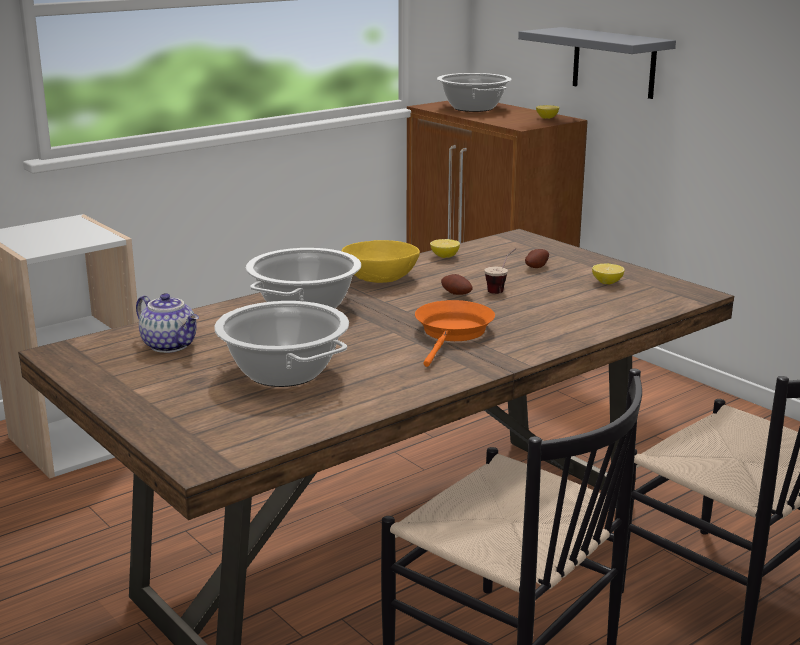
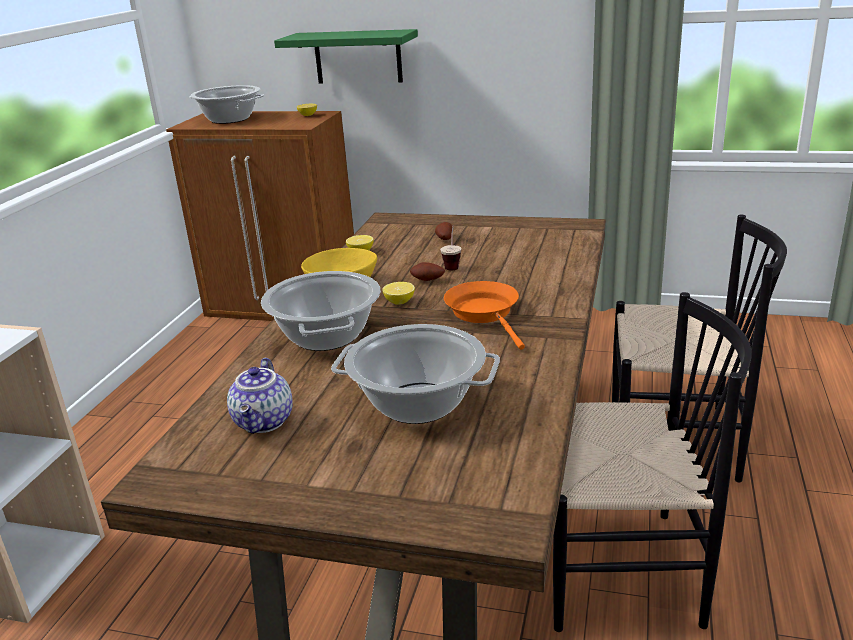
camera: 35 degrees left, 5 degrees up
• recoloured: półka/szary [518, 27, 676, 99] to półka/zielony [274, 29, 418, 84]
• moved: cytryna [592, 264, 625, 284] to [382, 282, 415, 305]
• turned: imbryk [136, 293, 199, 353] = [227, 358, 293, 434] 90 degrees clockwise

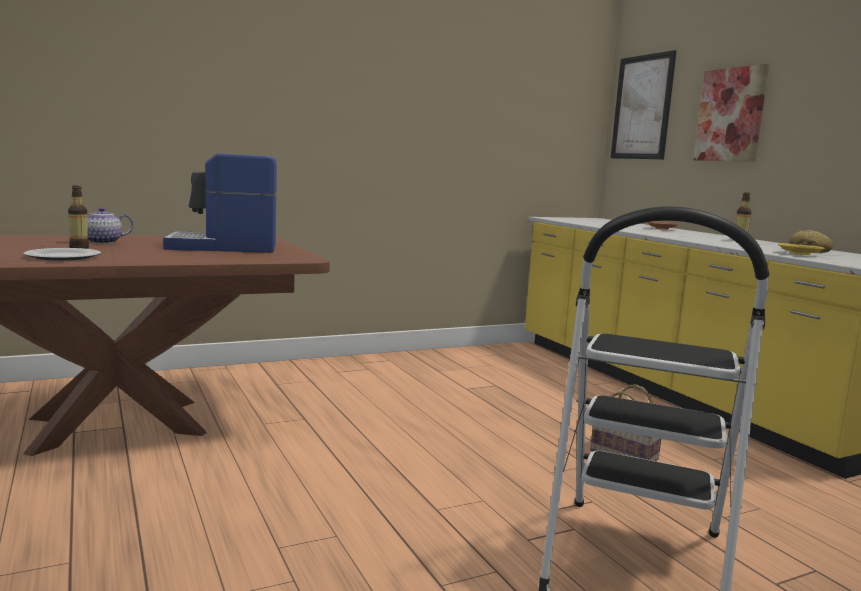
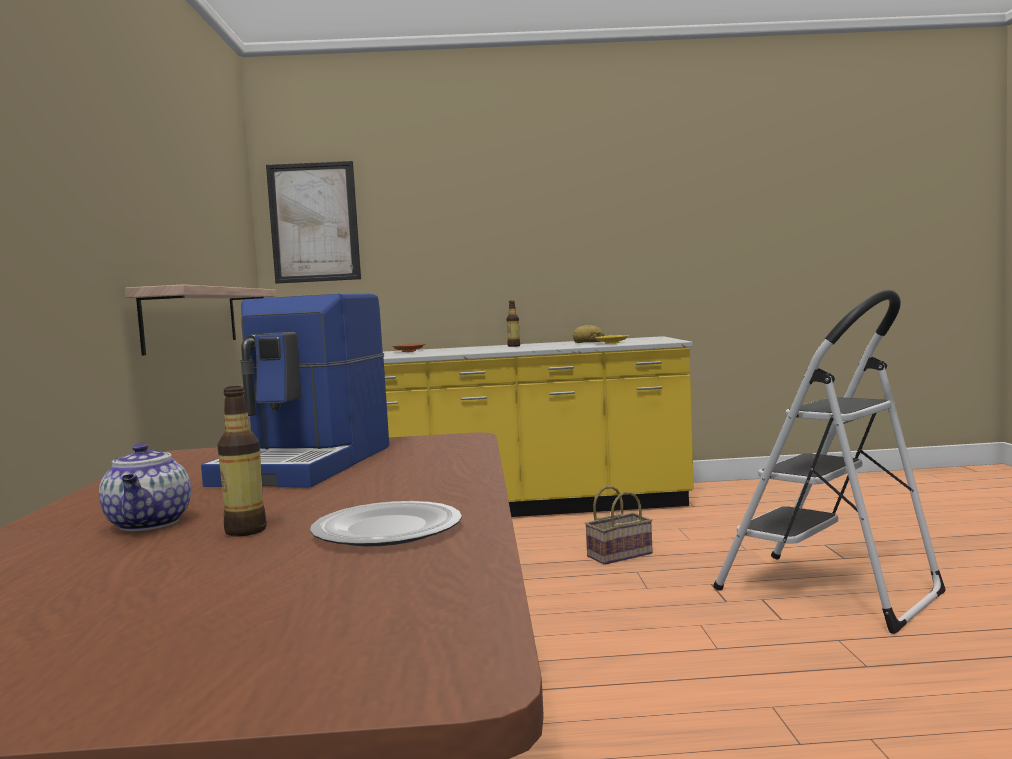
camera: 65 degrees left, 5 degrees down
• removed: obraz [694, 64, 769, 162]
• added: półka [125, 285, 276, 356]

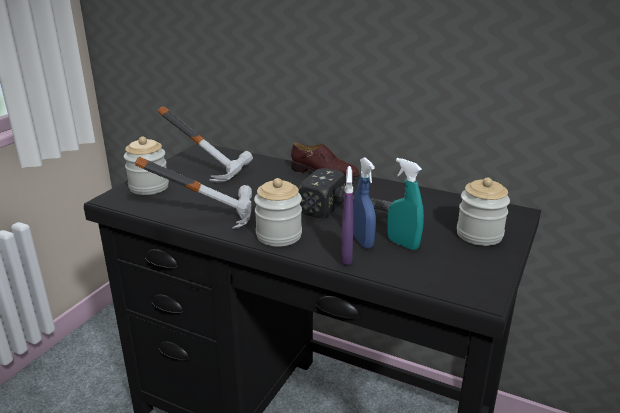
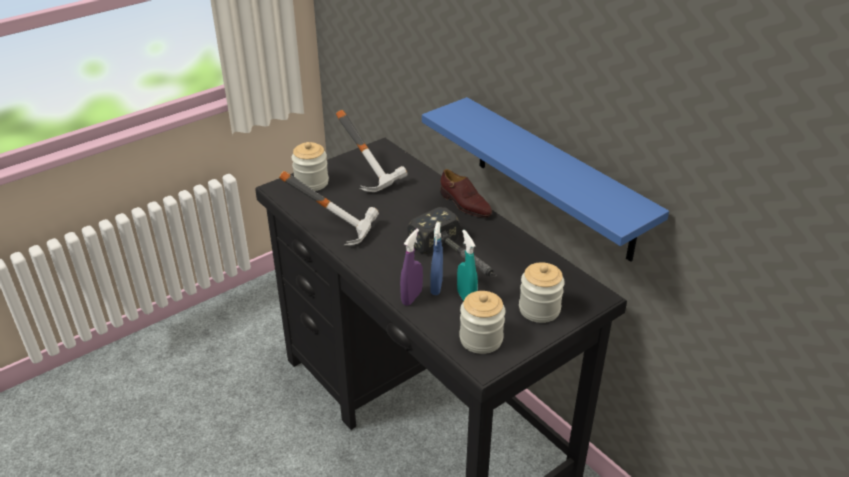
camera: 25 degrees right, 10 degrees up
• moved: słoik [254, 178, 302, 247] to [459, 291, 505, 354]
• added: półka/niebieski [422, 97, 669, 262]

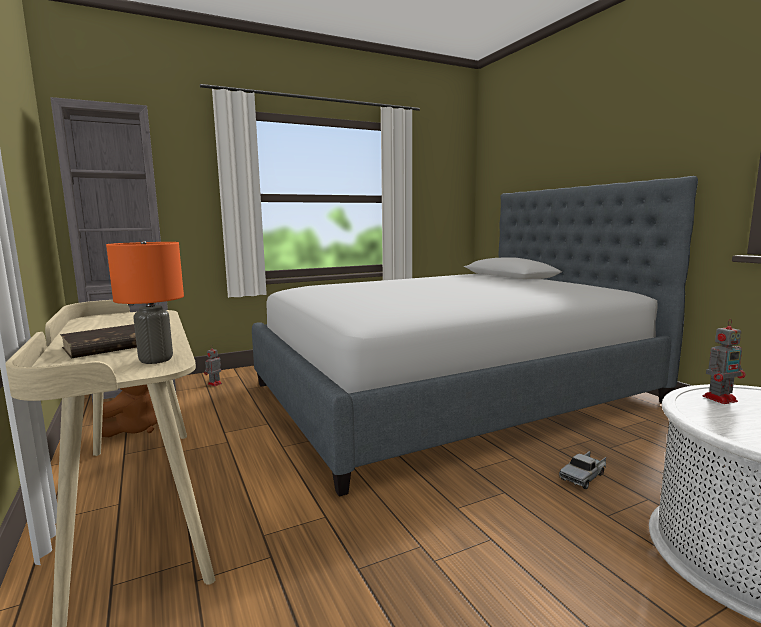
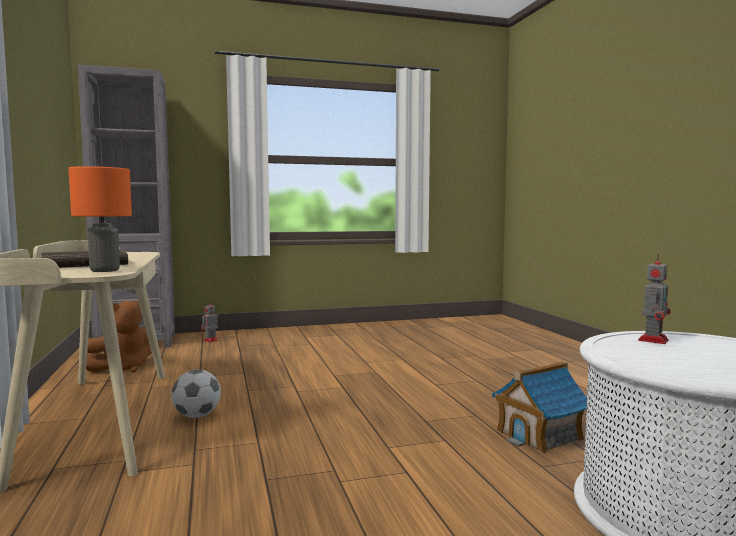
camera: 10 degrees right, 5 degrees down
• removed: łóżko [252, 176, 698, 497]
• turned: robot zabawkowy [703, 319, 746, 404] = [638, 253, 671, 344] 45 degrees counterclockwise
• replaced: ciężarówka zabawkowa [559, 451, 606, 489] to domek [492, 362, 587, 453]
• added: piłka futbolowa [171, 370, 221, 418]

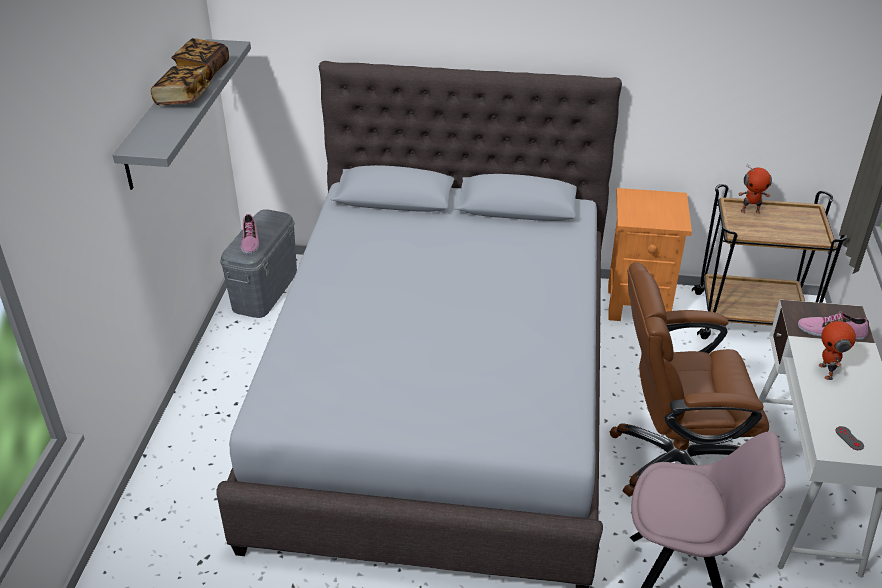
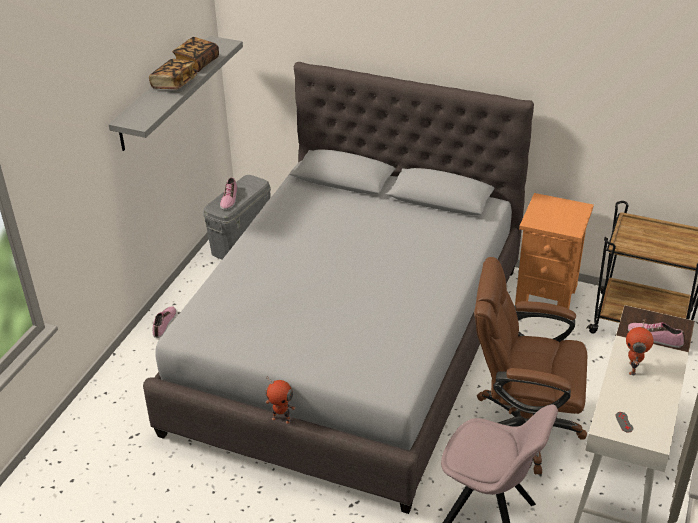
camera: 15 degrees right, 0 degrees up
• moved: robot zabawkowy [738, 165, 772, 214] to [265, 377, 296, 424]
• added: but [153, 307, 177, 338]

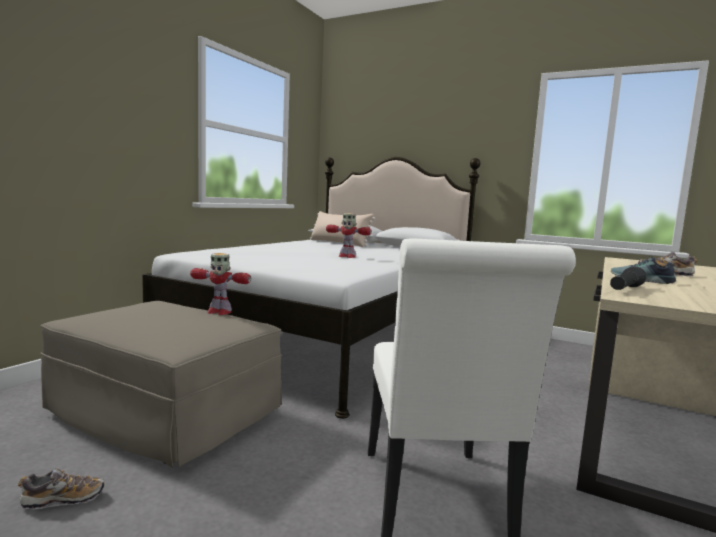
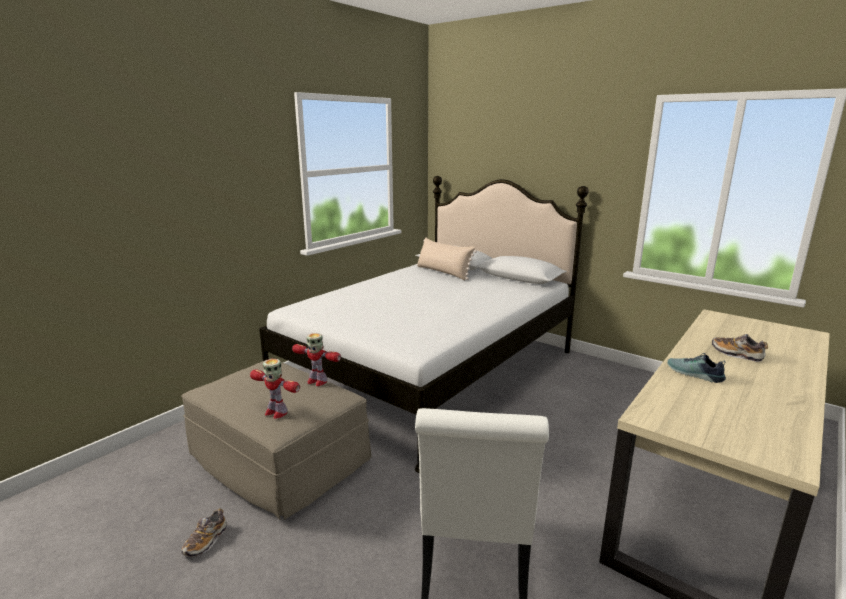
camera: 10 degrees right, 10 degrees up
• moved: robot zabawkowy [326, 213, 372, 258] to [250, 359, 300, 419]
• removed: latarka/czarny [610, 266, 647, 290]
• turned: but [18, 468, 105, 509] = [181, 508, 228, 557] 120 degrees clockwise

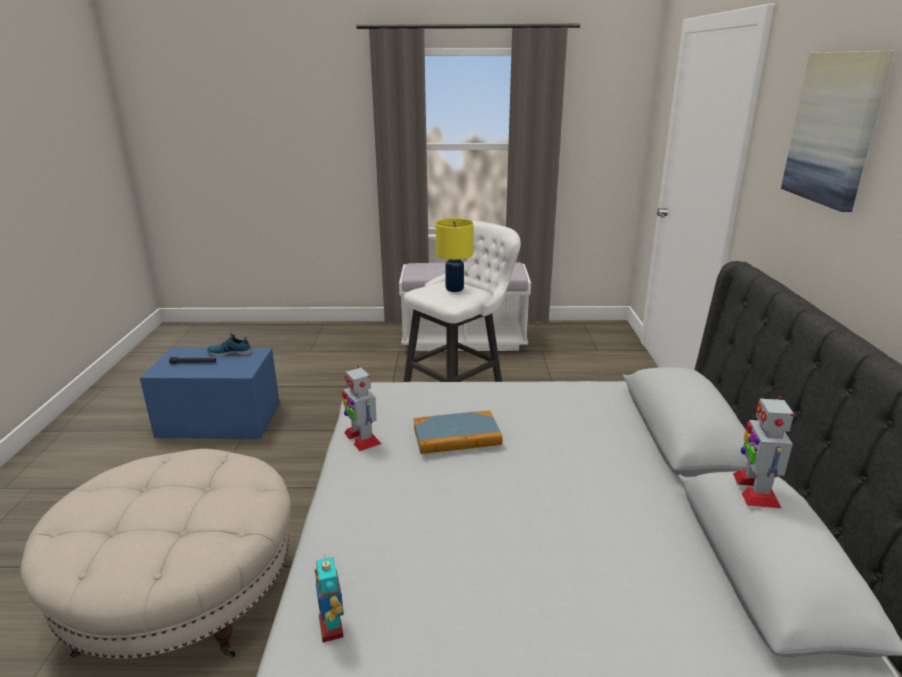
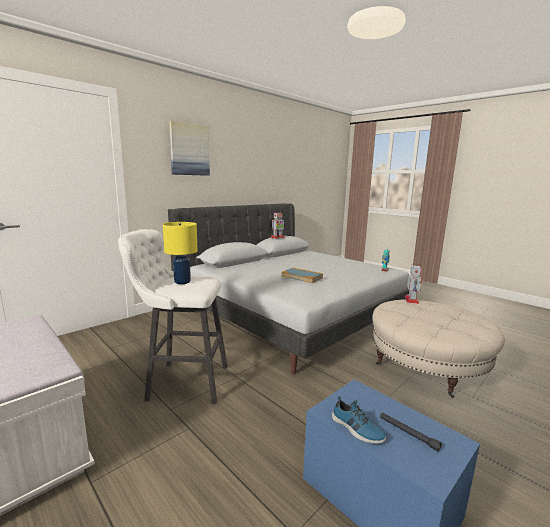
camera: 135 degrees left, 10 degrees down
• moved: robot zabawkowy [342, 365, 381, 451] to [405, 264, 422, 304]

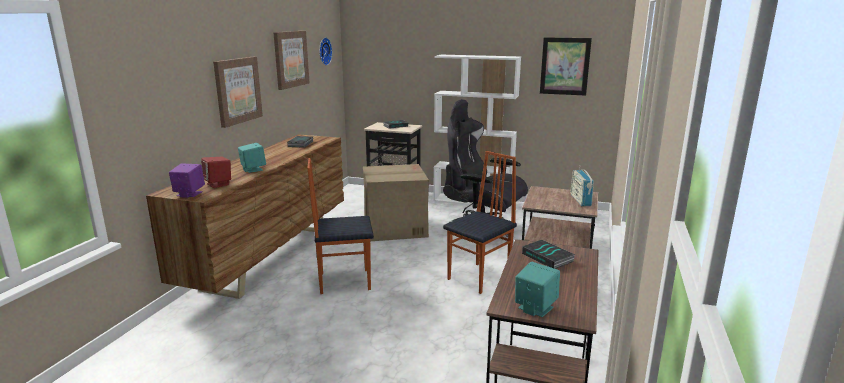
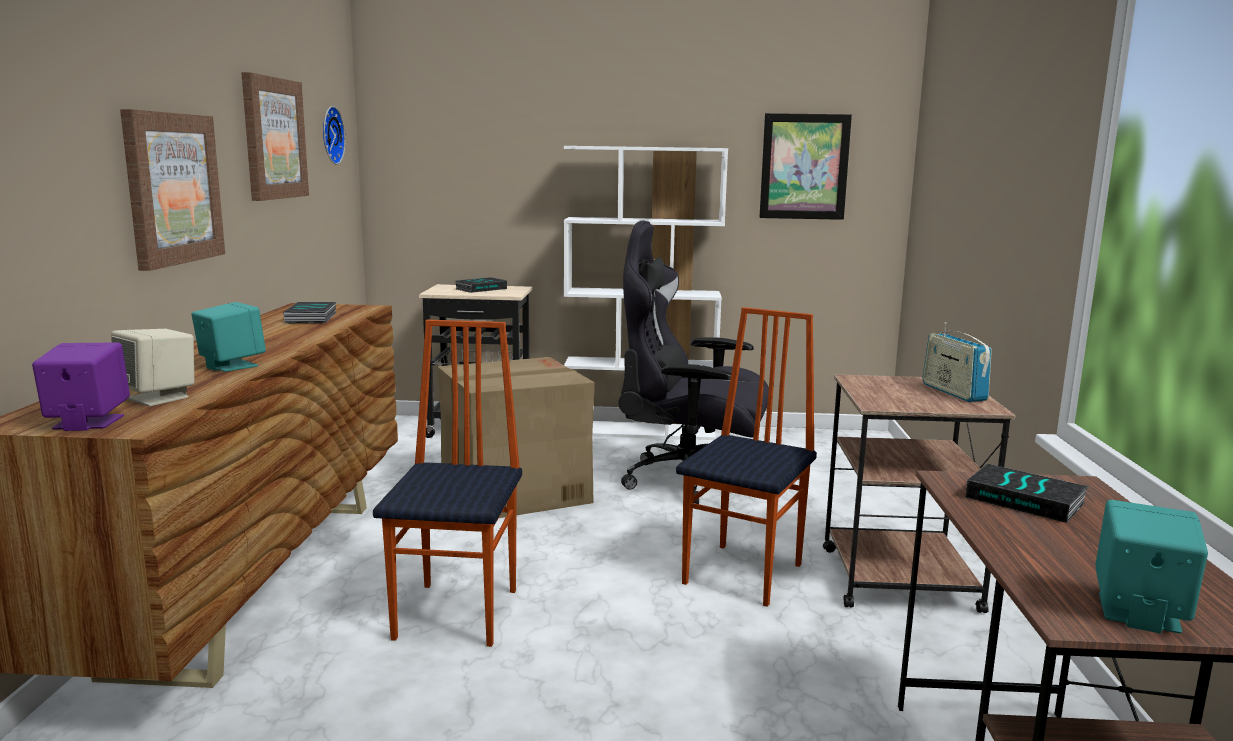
camera: 15 degrees left, 5 degrees down
• recoloured: głośnik/czerwony [201, 157, 231, 188] to głośnik/beżowy [111, 329, 194, 406]
• turned: krzesło [307, 158, 374, 294] = [373, 320, 522, 647] 120 degrees clockwise

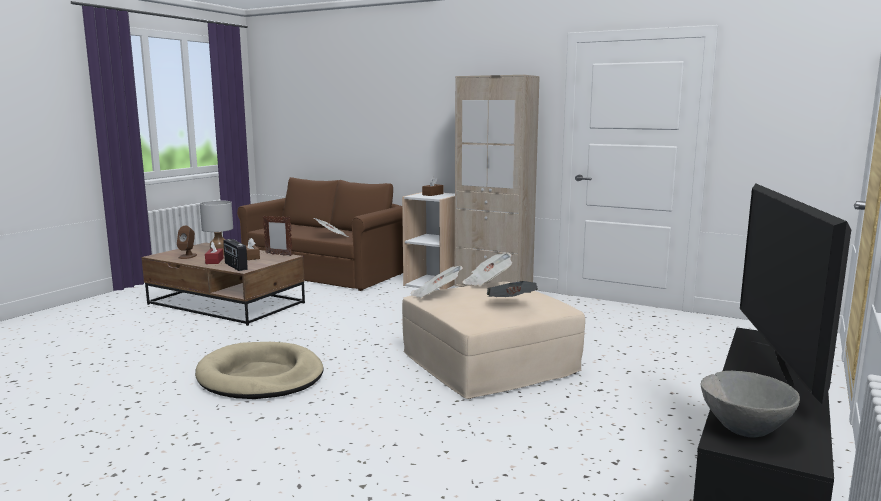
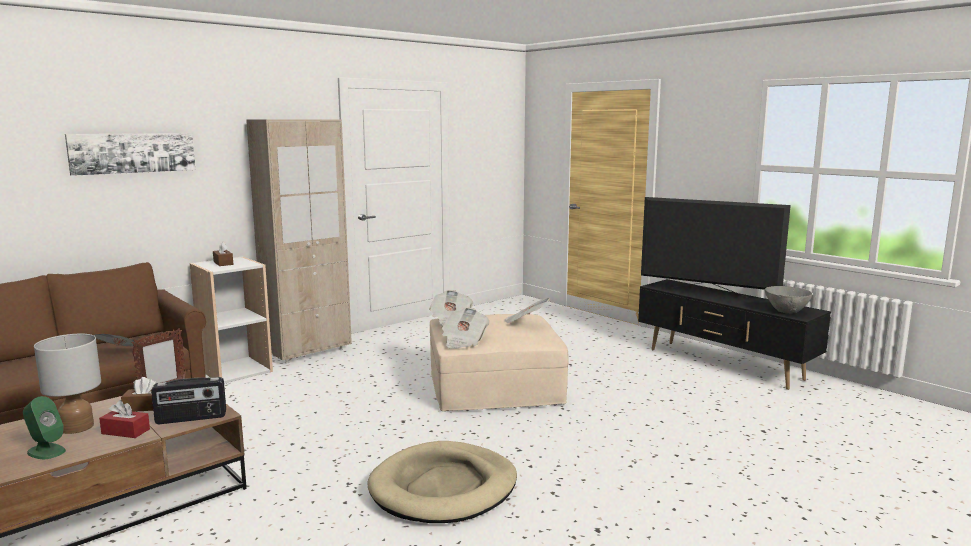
camera: 70 degrees left, 0 degrees up
• recoloured: głośnik/brązowy [177, 226, 197, 259] to głośnik/zielony [23, 396, 66, 459]
• added: obraz [65, 133, 195, 176]

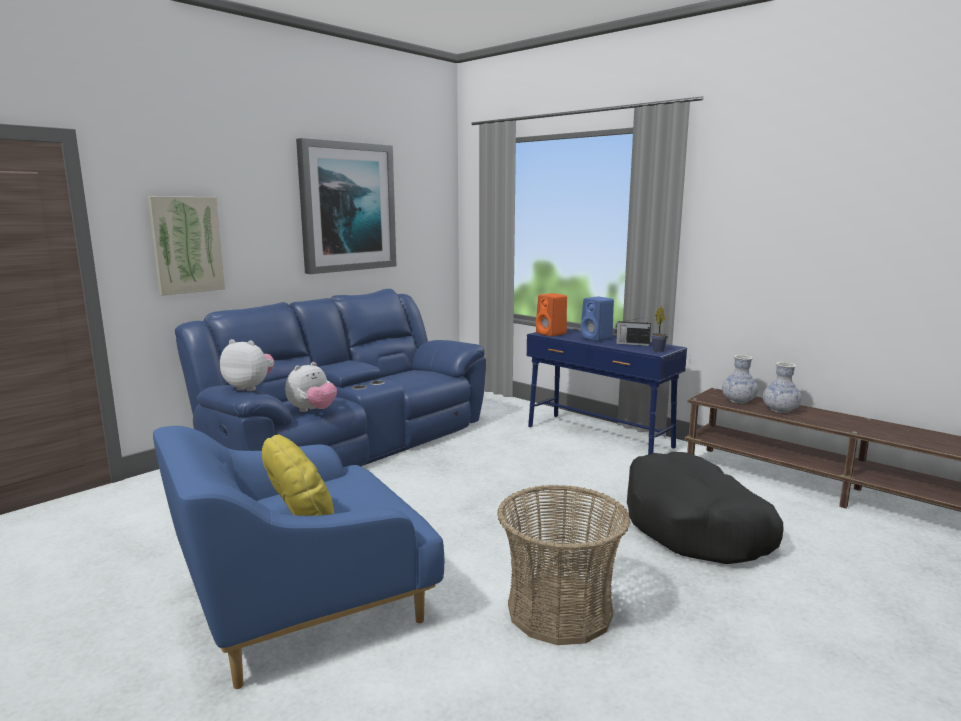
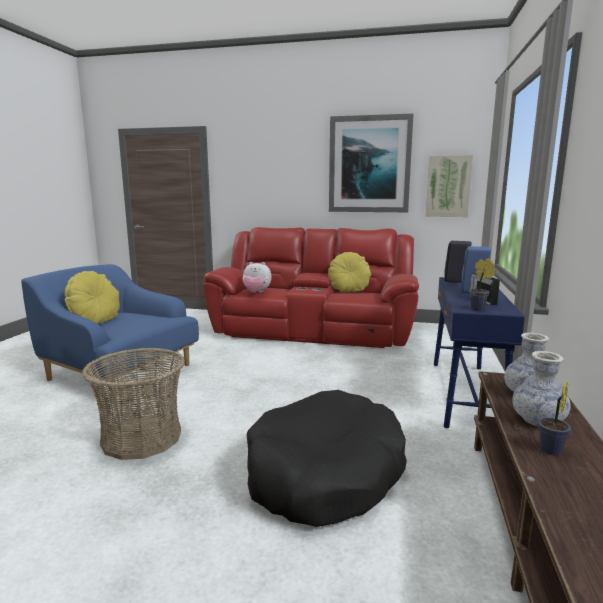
camera: 60 degrees right, 0 degrees up
• moved: obraz [148, 197, 225, 295] to [426, 155, 473, 217]
• recoloured: kanapa/niebieski [175, 289, 486, 467] to kanapa/czerwony [204, 227, 419, 348]
• recoloured: głośnik/pomarańczowy [536, 293, 567, 337] to głośnik/czarny [444, 241, 472, 283]
• removed: pluszak [220, 339, 275, 391]
• added: poduszka/żółty [328, 252, 371, 292]
• added: roślina doniczkowa [538, 381, 571, 456]

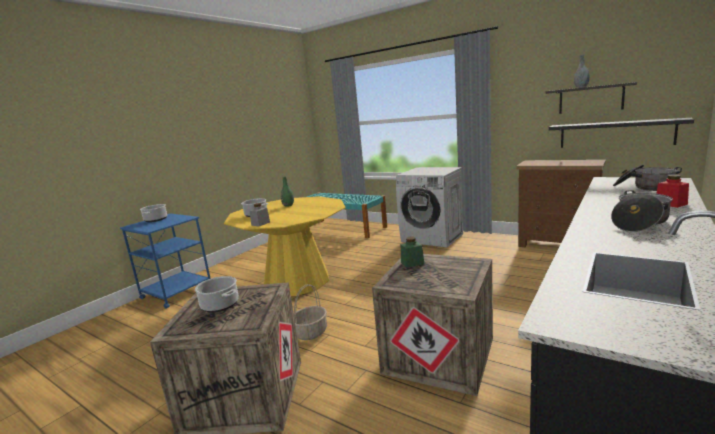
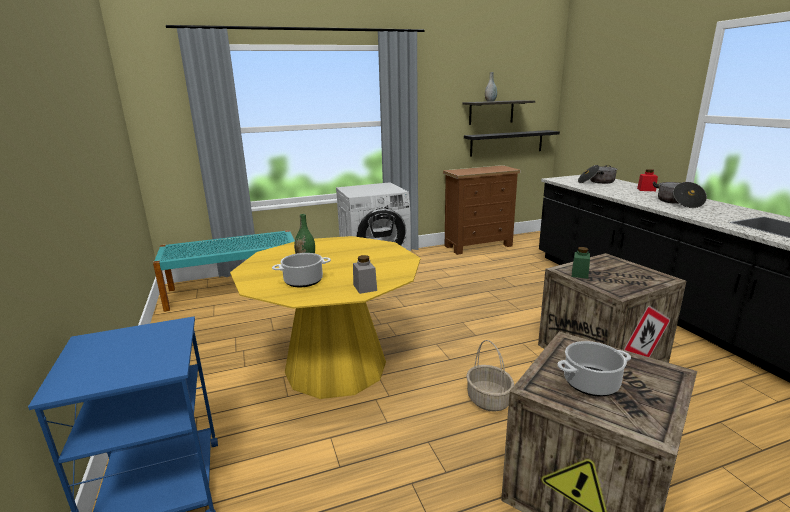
camera: 55 degrees left, 5 degrees up
• removed: garnek [140, 204, 167, 222]

